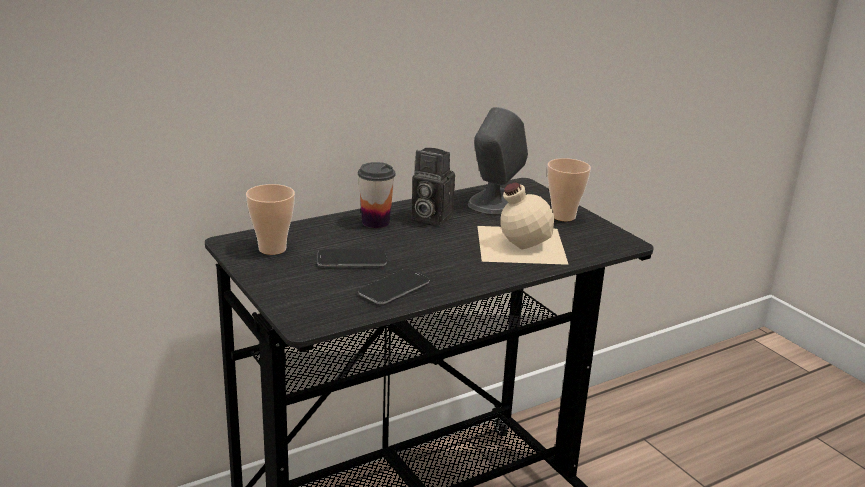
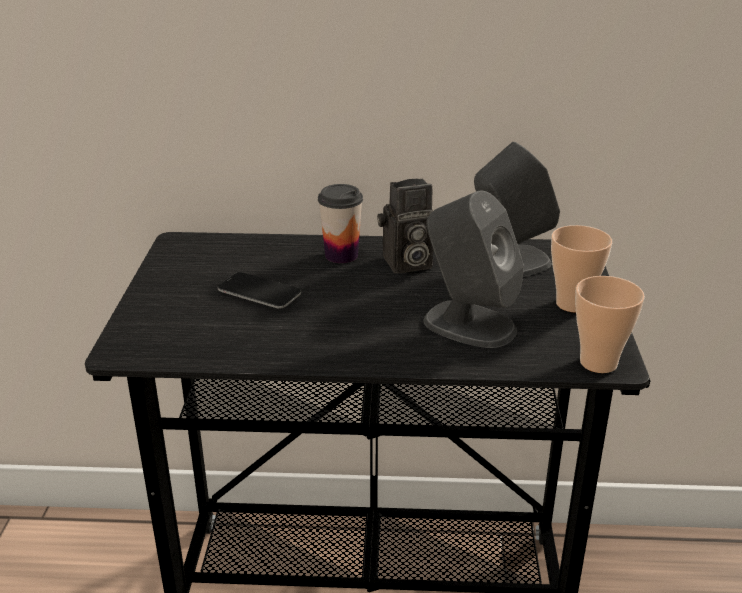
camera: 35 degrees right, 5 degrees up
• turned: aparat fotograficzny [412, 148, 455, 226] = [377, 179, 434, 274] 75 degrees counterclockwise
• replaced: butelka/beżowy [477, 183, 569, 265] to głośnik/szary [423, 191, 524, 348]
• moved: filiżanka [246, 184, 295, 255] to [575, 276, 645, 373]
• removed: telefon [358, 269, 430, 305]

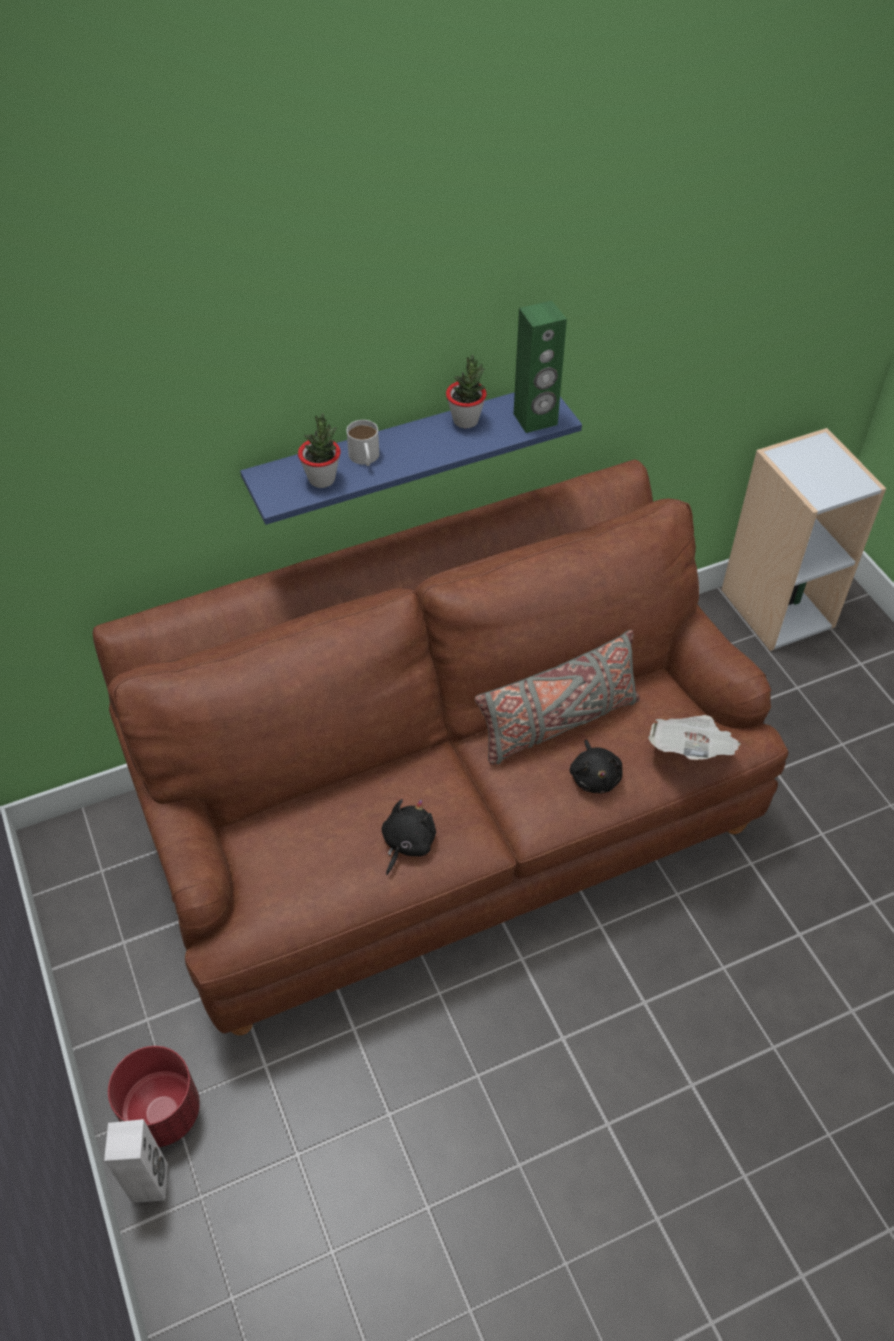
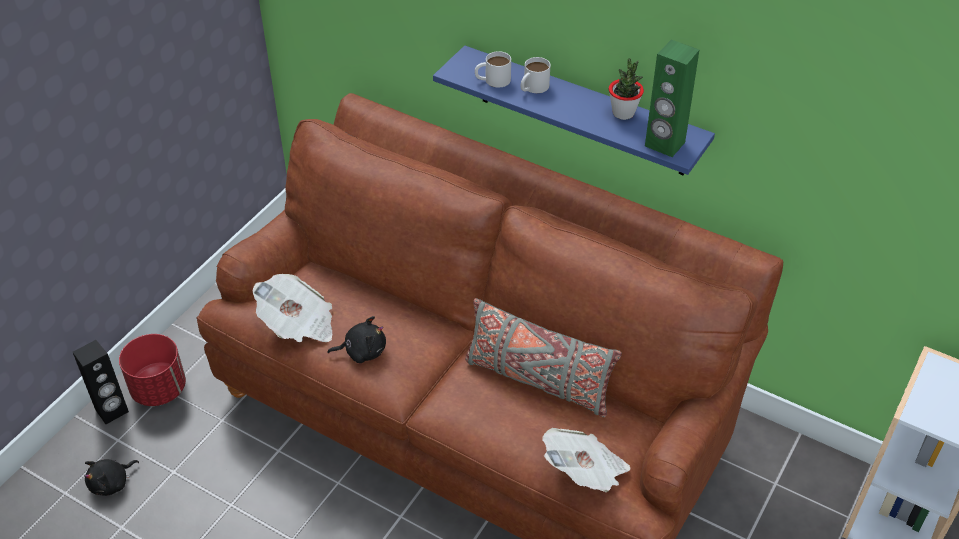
camera: 55 degrees right, 5 degrees down
• replaced: roślina doniczkowa [298, 413, 340, 488] to kubek/biały [475, 51, 511, 88]
• moved: pluszak/czarny [570, 740, 623, 793] to [84, 459, 139, 496]
• recoloured: głośnik/biały [104, 1119, 168, 1203] to głośnik/czarny [73, 340, 129, 424]
• added: gazeta [253, 274, 332, 342]

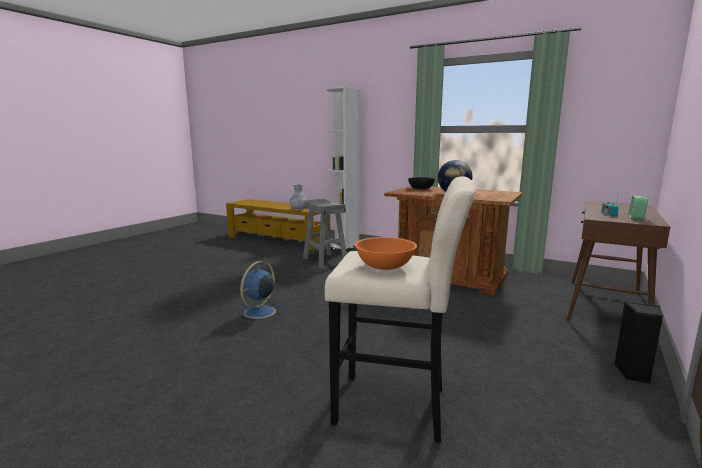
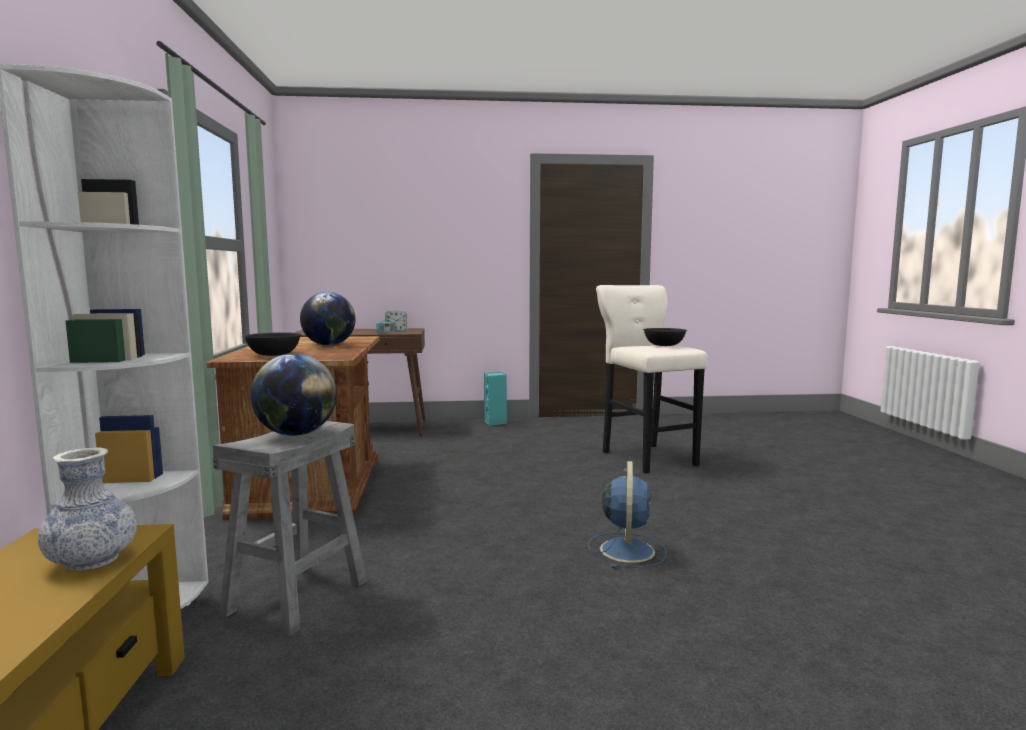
camera: 125 degrees left, 5 degrees down
• recoloured: miska/pomarańczowy [354, 237, 417, 270] to miska/czarny [643, 328, 687, 346]
• turned: wentylator/niebieski [235, 261, 282, 323] = [588, 461, 667, 568] 75 degrees counterclockwise
• recoloured: głośnik/czarny [614, 302, 663, 384] to głośnik/turkusowy [484, 372, 507, 426]
• added: globus [250, 353, 337, 436]

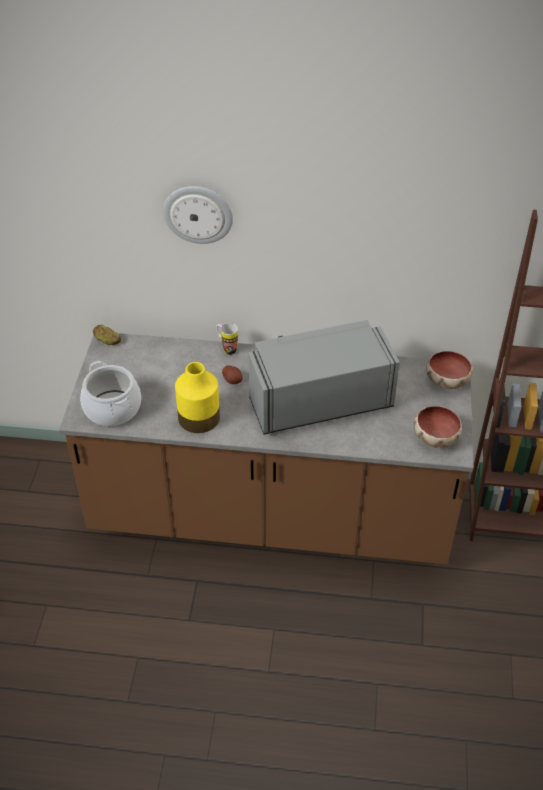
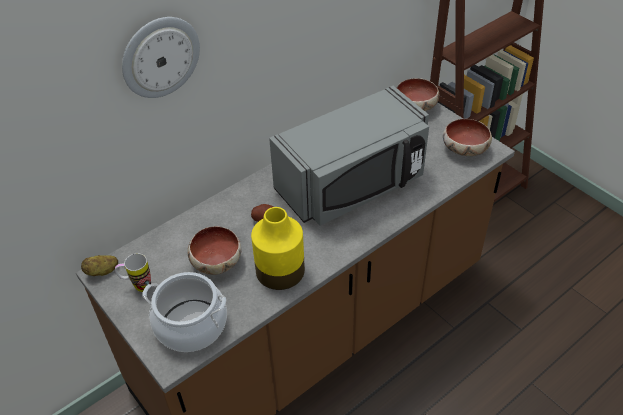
camera: 45 degrees left, 0 degrees up
• turned: mikrofalówka/szary [248, 320, 400, 435] = [269, 86, 429, 226] 150 degrees counterclockwise
• moved: kubek [216, 323, 238, 355] to [115, 253, 151, 292]
• added: miska [187, 226, 242, 275]

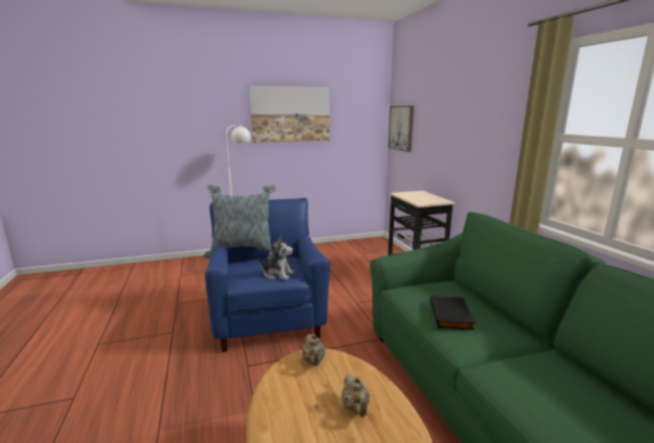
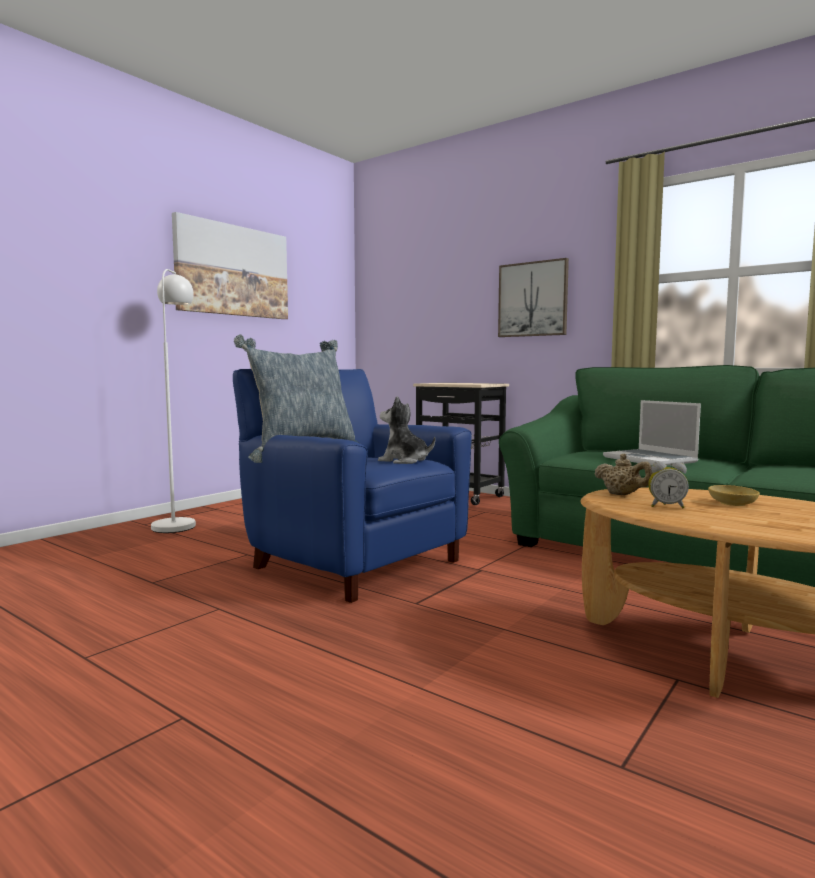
camera: 35 degrees left, 10 degrees down
• moved: obraz [388, 106, 414, 152] to [498, 258, 569, 337]
• turned: pluszak [258, 236, 294, 280] = [378, 396, 435, 464] 135 degrees counterclockwise
• replaced: książka/czarny [430, 295, 475, 330] to laptop [603, 400, 701, 466]
• replaced: imbryk/beżowy [341, 374, 370, 417] to miska/beżowy [708, 485, 760, 506]
• added: budzik [648, 462, 689, 508]

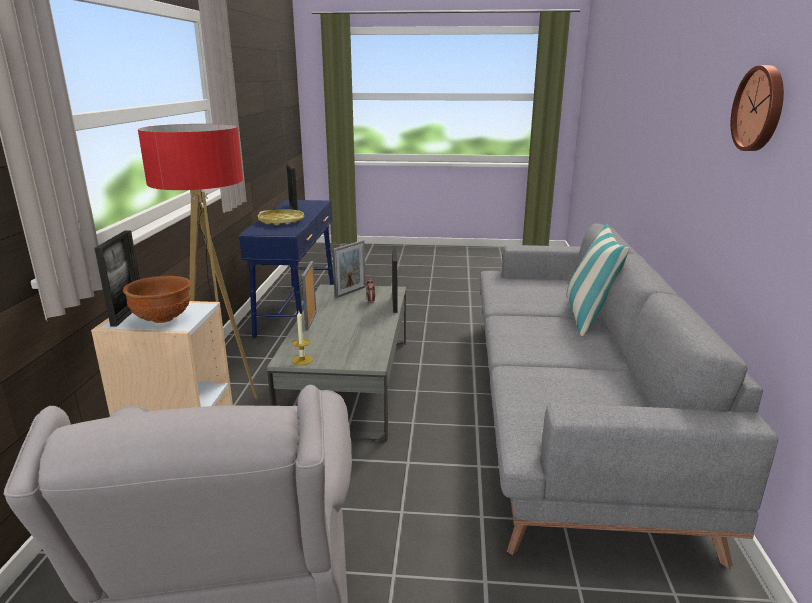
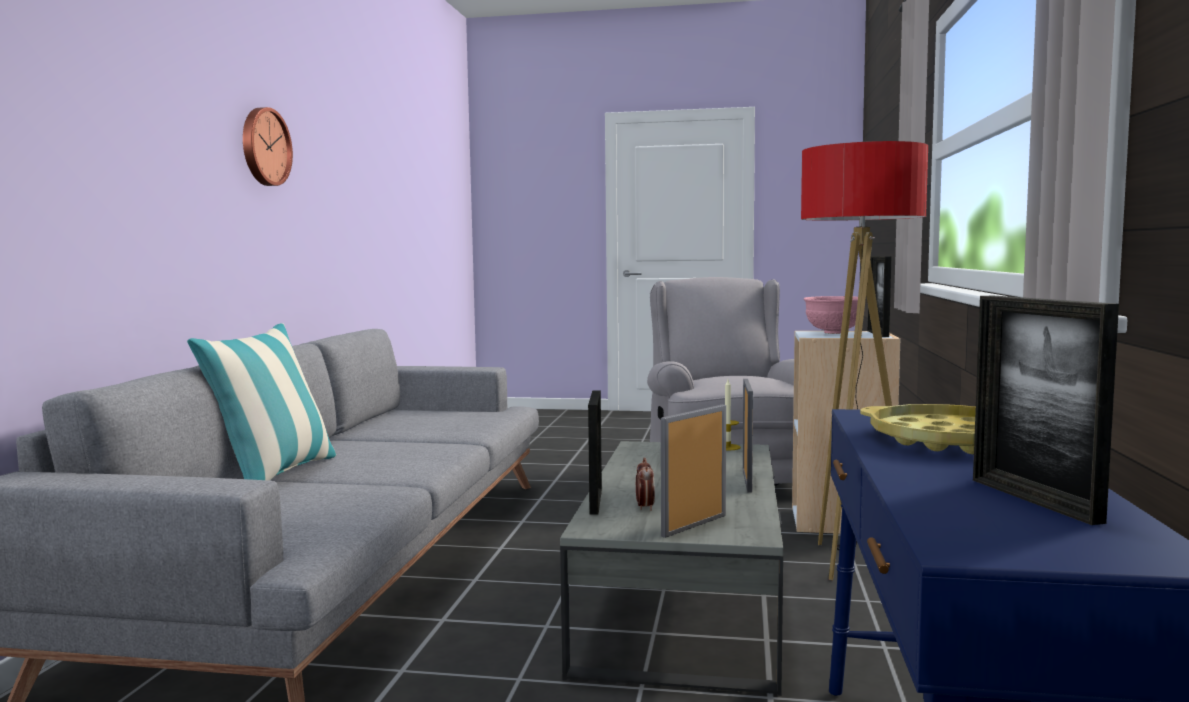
camera: 175 degrees left, 15 degrees down
• recoloured: miska/brązowy [123, 276, 191, 323] to miska/różowy [804, 296, 858, 334]

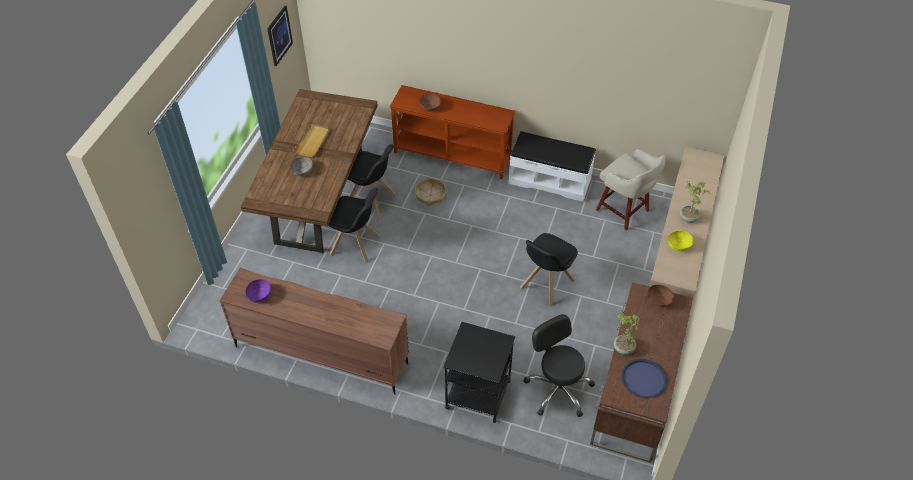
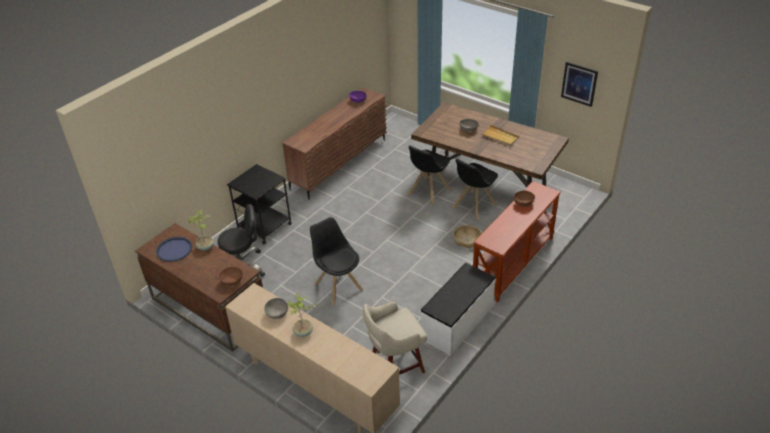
camera: 110 degrees right, 10 degrees down
• recoloured: miska/żółty [668, 230, 694, 252] to miska/szary [264, 298, 288, 319]

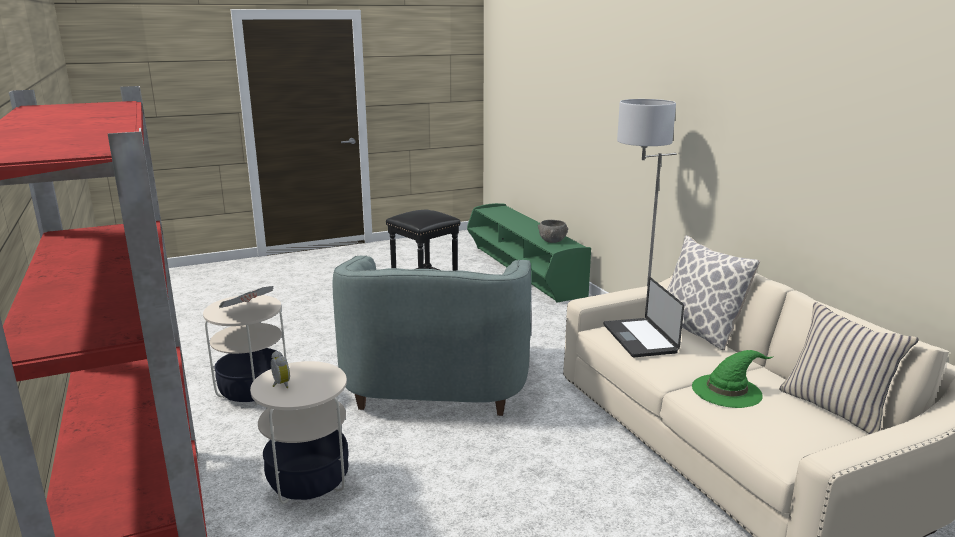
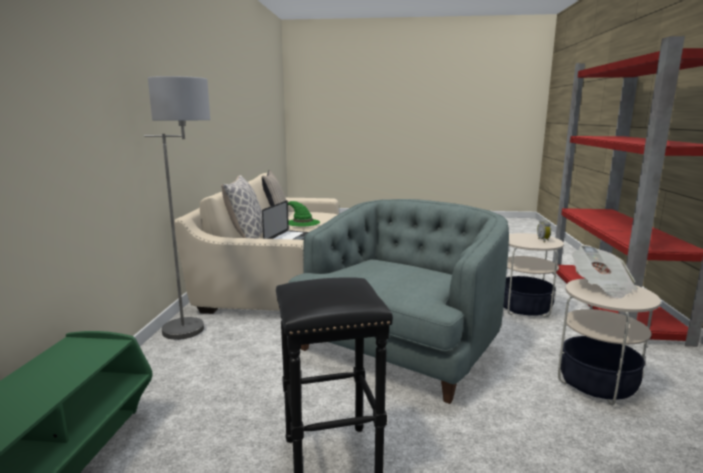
camera: 150 degrees left, 5 degrees down
• removed: miska/szary [538, 220, 568, 243]

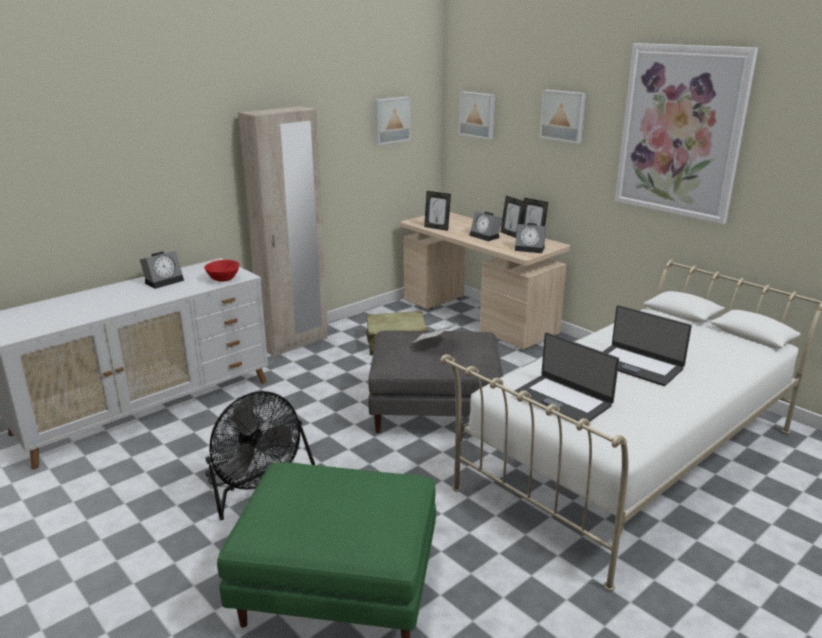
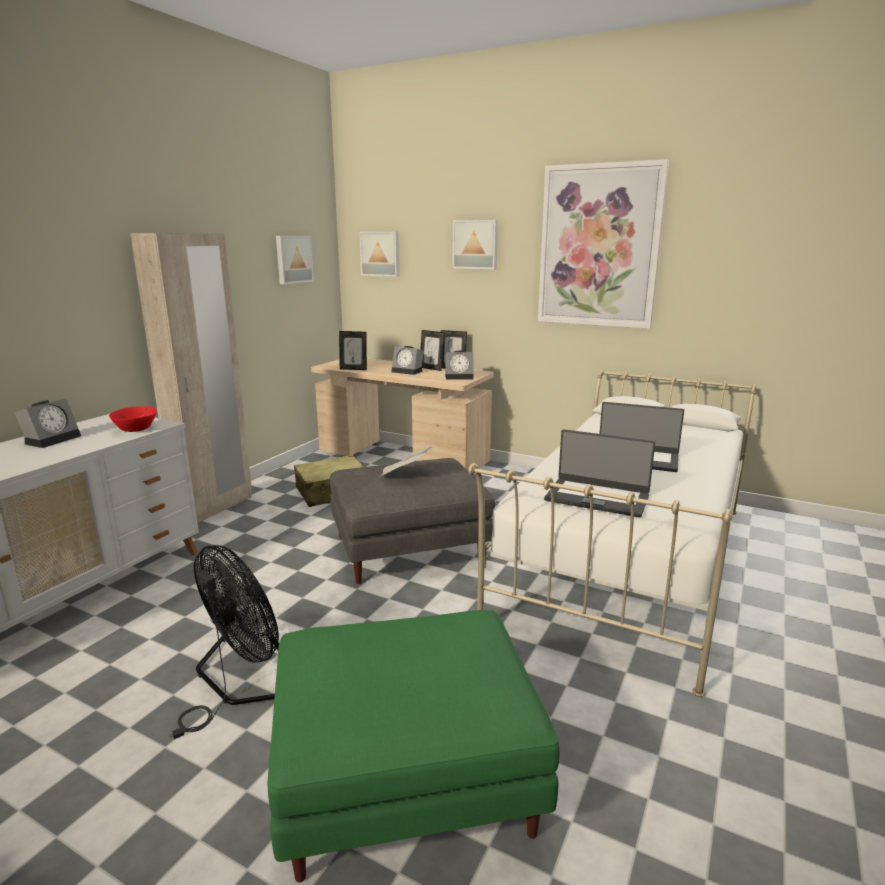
camera: 20 degrees left, 5 degrees down
• turned: wentylator/czarny [205, 391, 315, 520] = [169, 545, 279, 739] 75 degrees counterclockwise

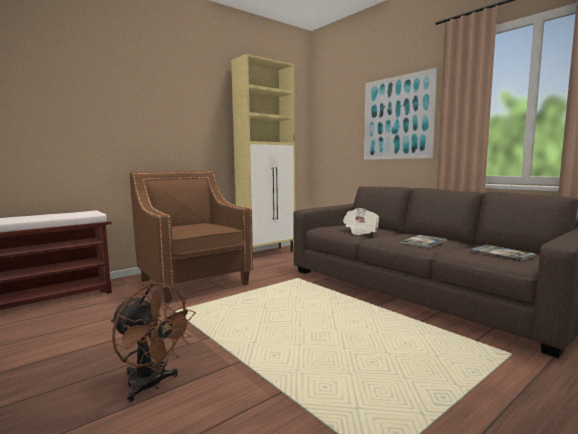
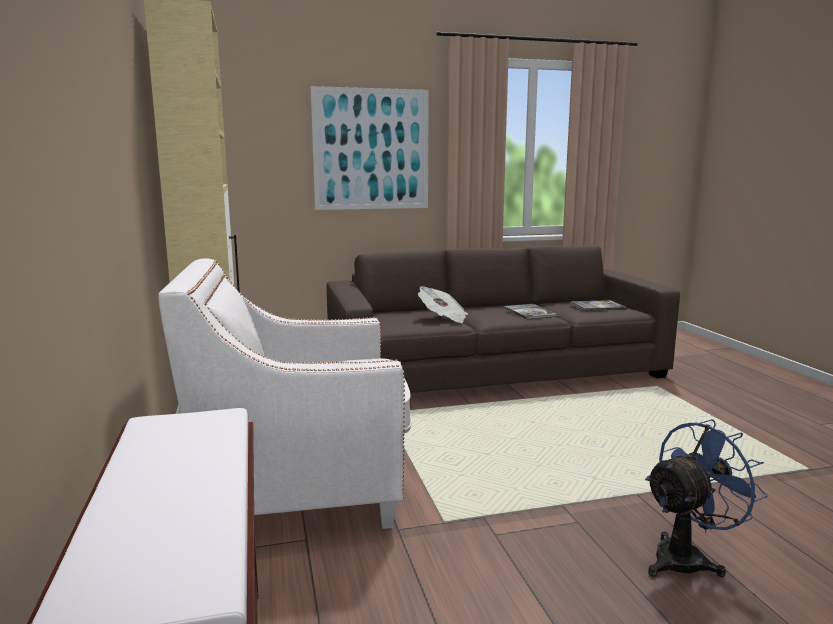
camera: 65 degrees left, 5 degrees up
• recoloured: fotel/brązowy [130, 170, 253, 303] to fotel/biały [158, 258, 412, 529]
• recoloured: wentylator/brązowy [111, 283, 196, 402] to wentylator/niebieski [645, 419, 768, 577]

